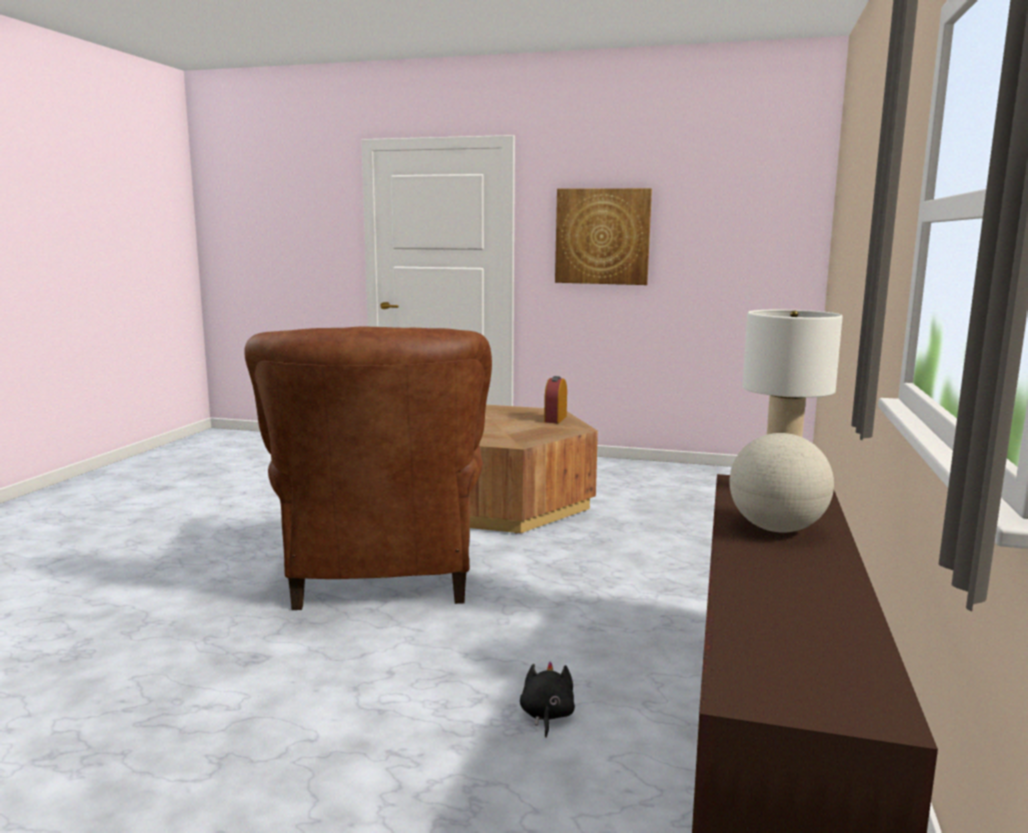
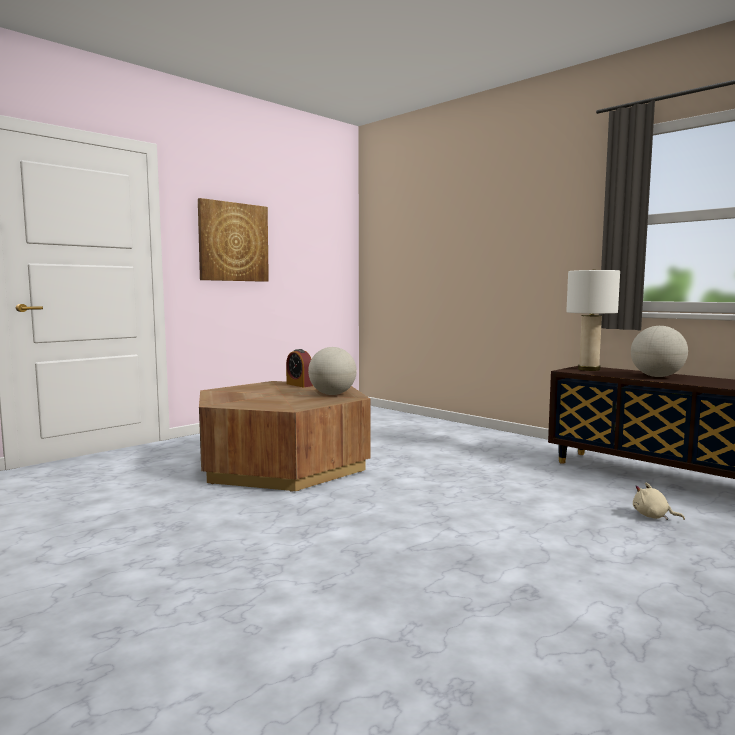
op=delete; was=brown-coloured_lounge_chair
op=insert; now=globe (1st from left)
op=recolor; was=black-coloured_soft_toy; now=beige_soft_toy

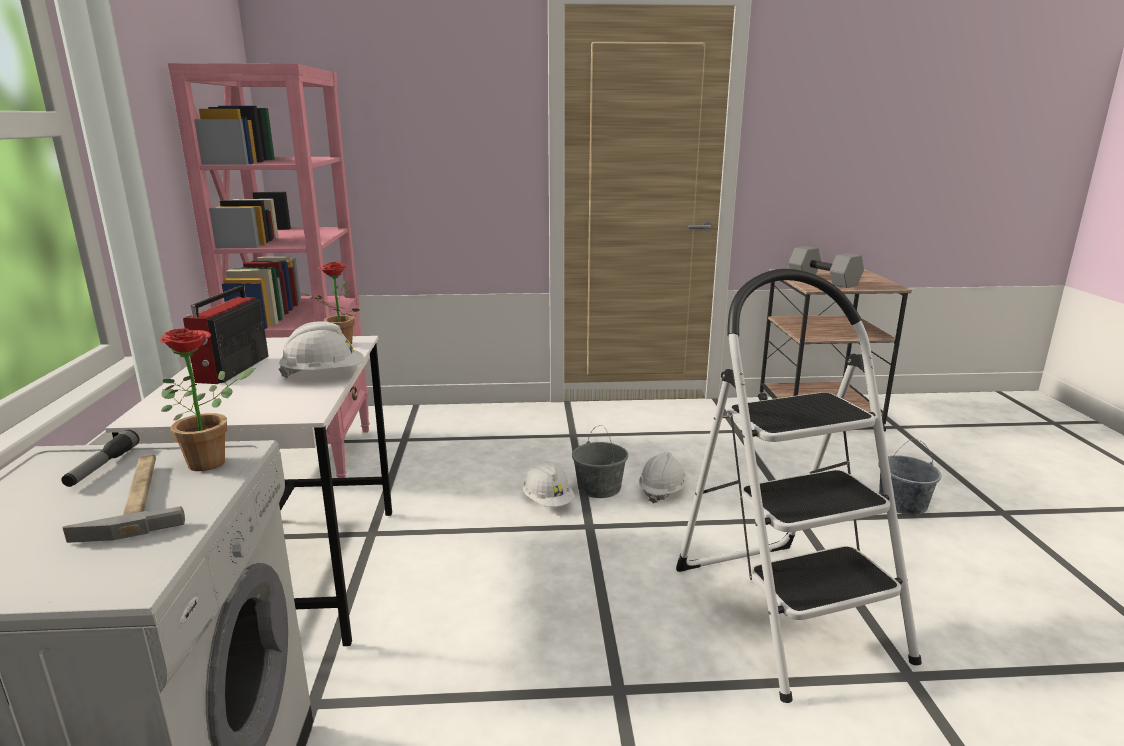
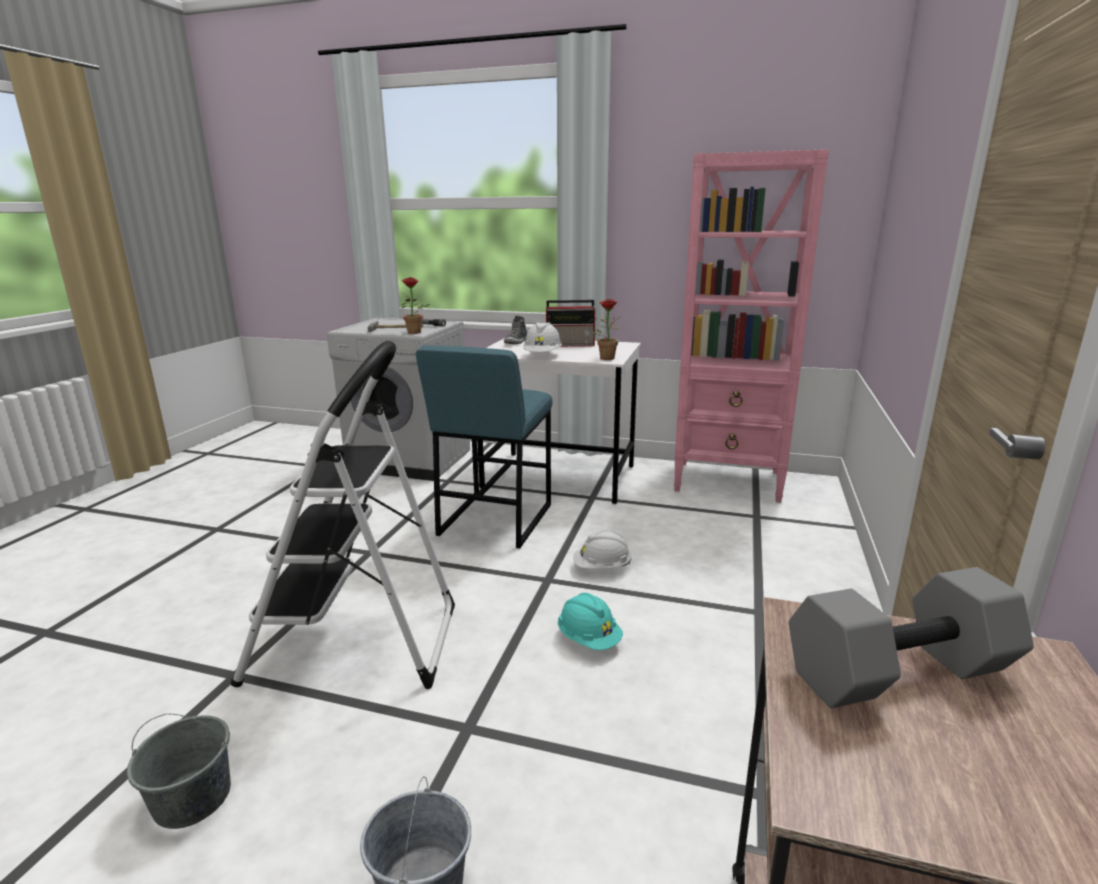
op=insert; now=blue_sitting_stool
op=insert; now=item_of_footwear
op=move; was=greyish_pail (1st from left)
op=recolor; was=white_safety_helmet (3rd from left); now=turquoise_safety_helmet
op=rotate; was=radio_receiver; clockwise=150

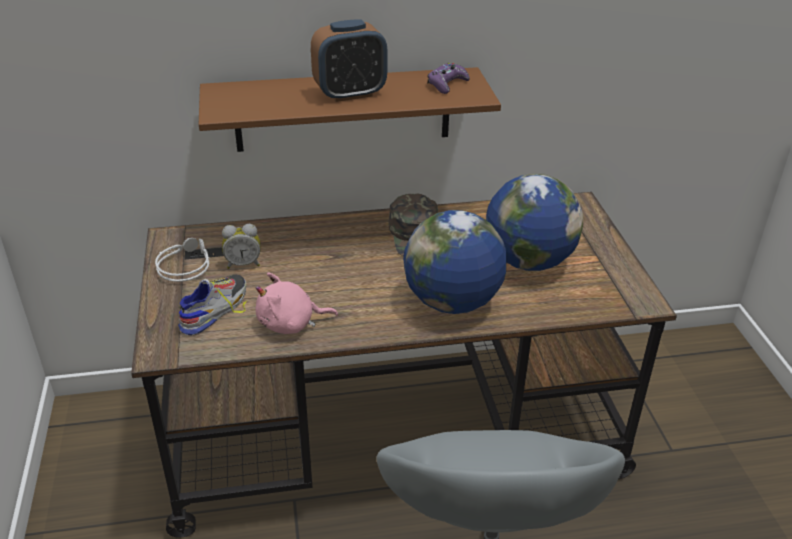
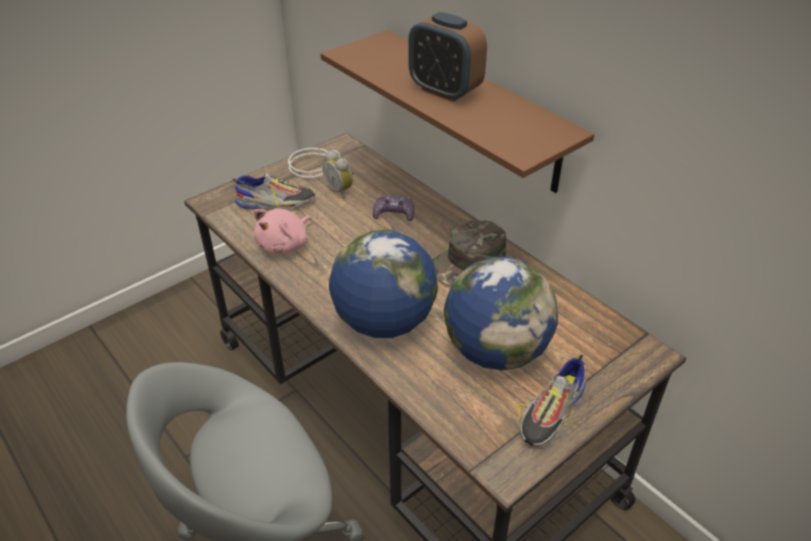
op=insert; now=item_of_footwear (2nd from left)
op=move; was=purple-coloured_gamepad
op=rotate; was=pink_soft_toy; clockwise=-105

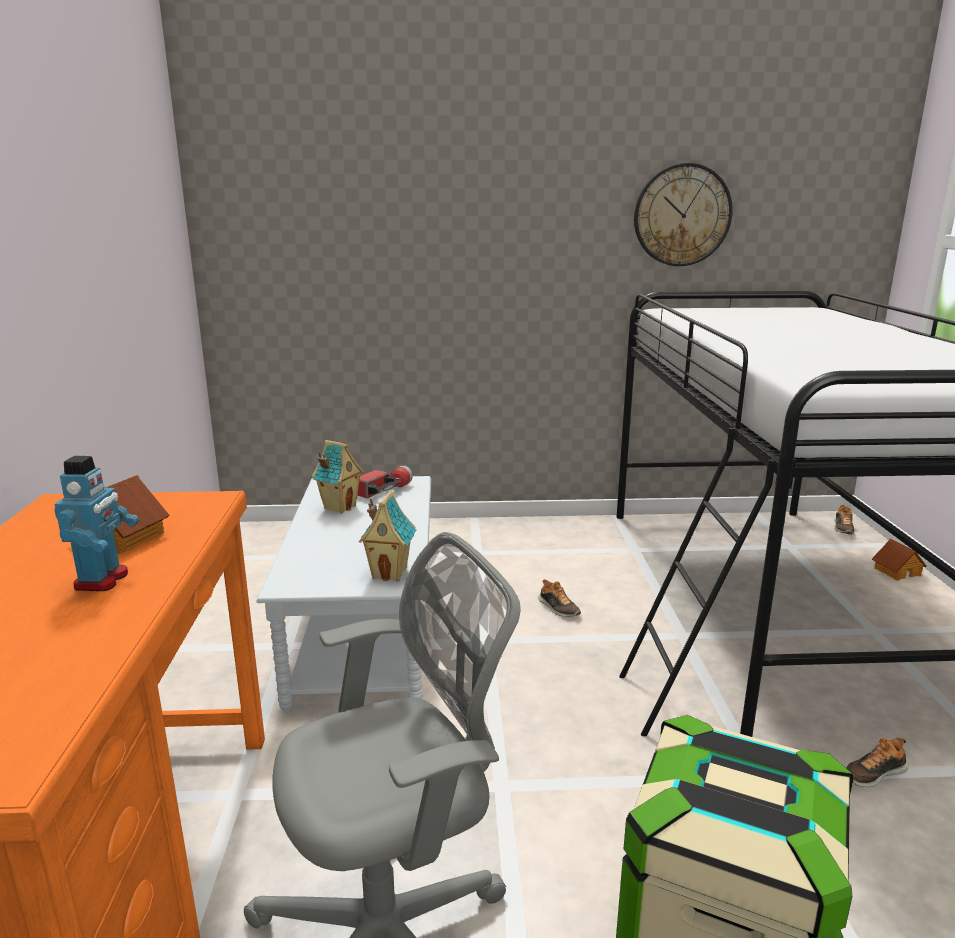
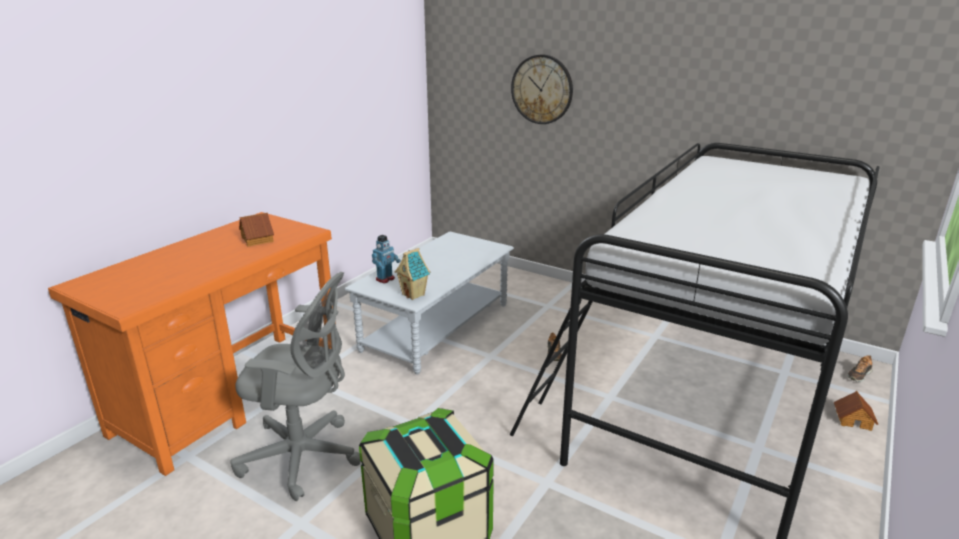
op=delete; was=miniature_house (2nd from left)
op=delete; was=torch
op=delete; was=item_of_footwear (3rd from left)
op=move; was=model_robot
op=move; was=wall_clock

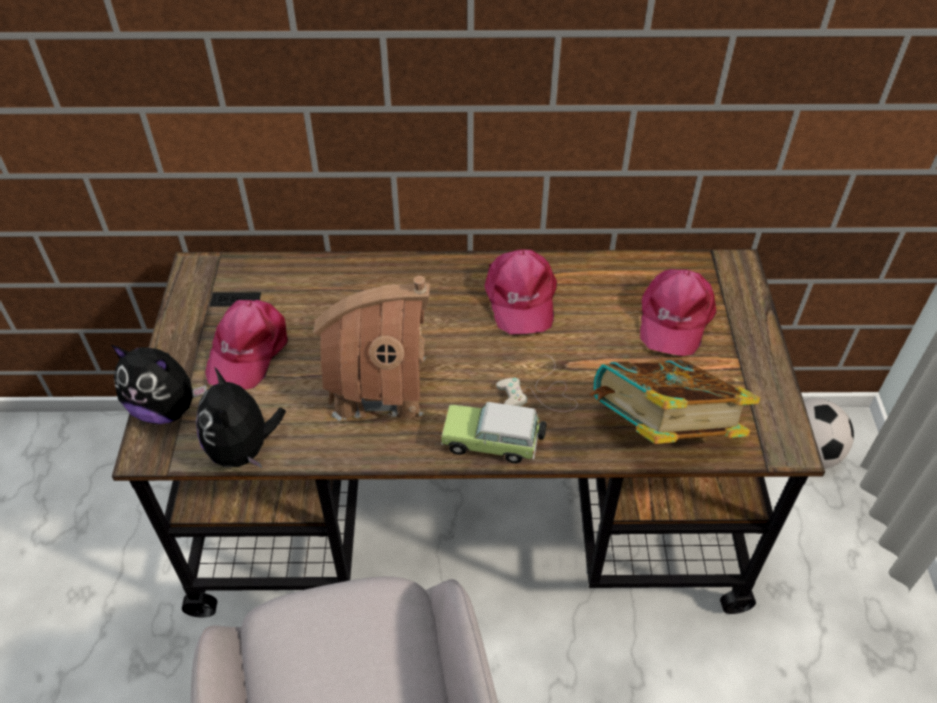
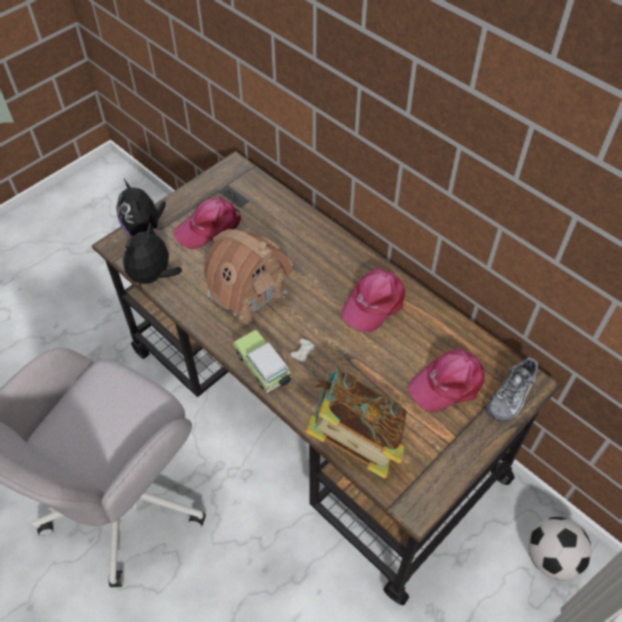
op=insert; now=item_of_footwear

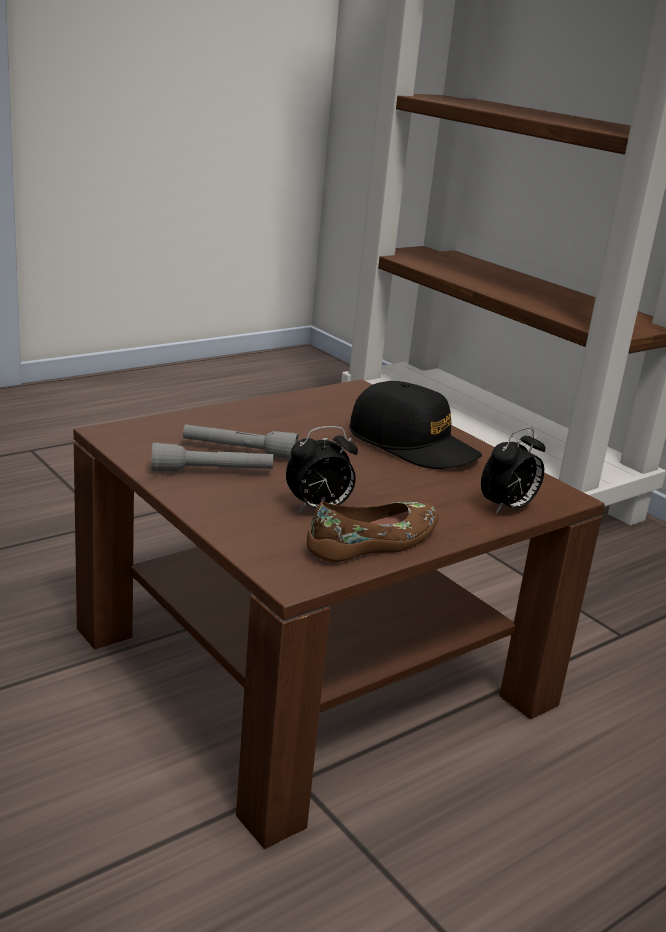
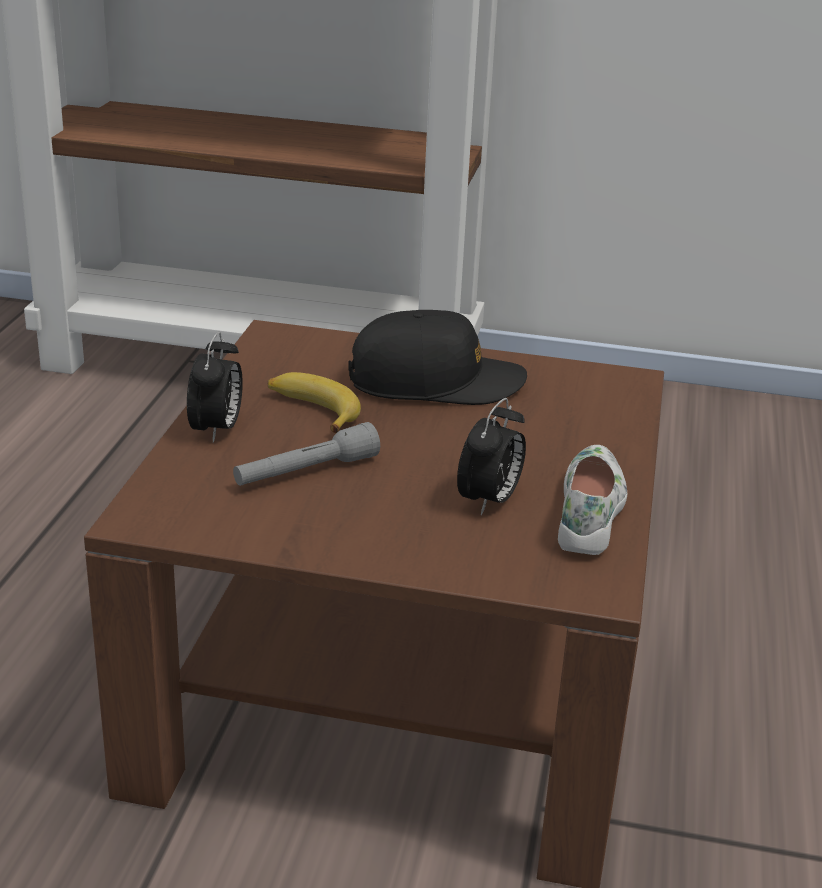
op=delete; was=greyish_torch (1st from left)
op=insert; now=banana
op=move; was=bedside_clock (2nd from left in the first image); now=bedside_clock (1st from left)
op=recolor; was=brown-coloured_item_of_footwear; now=white_item_of_footwear

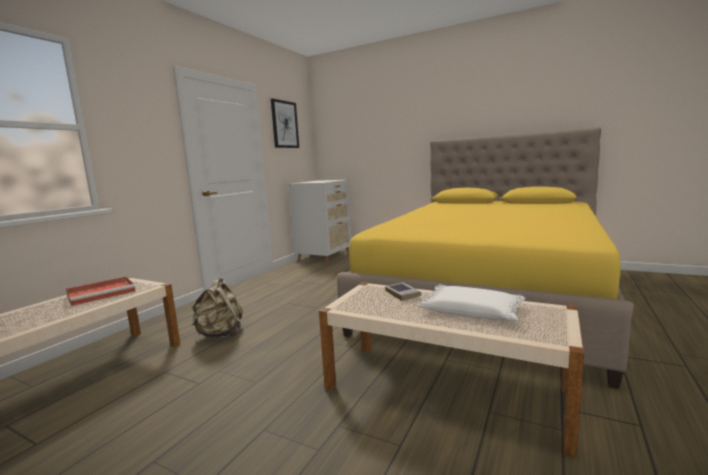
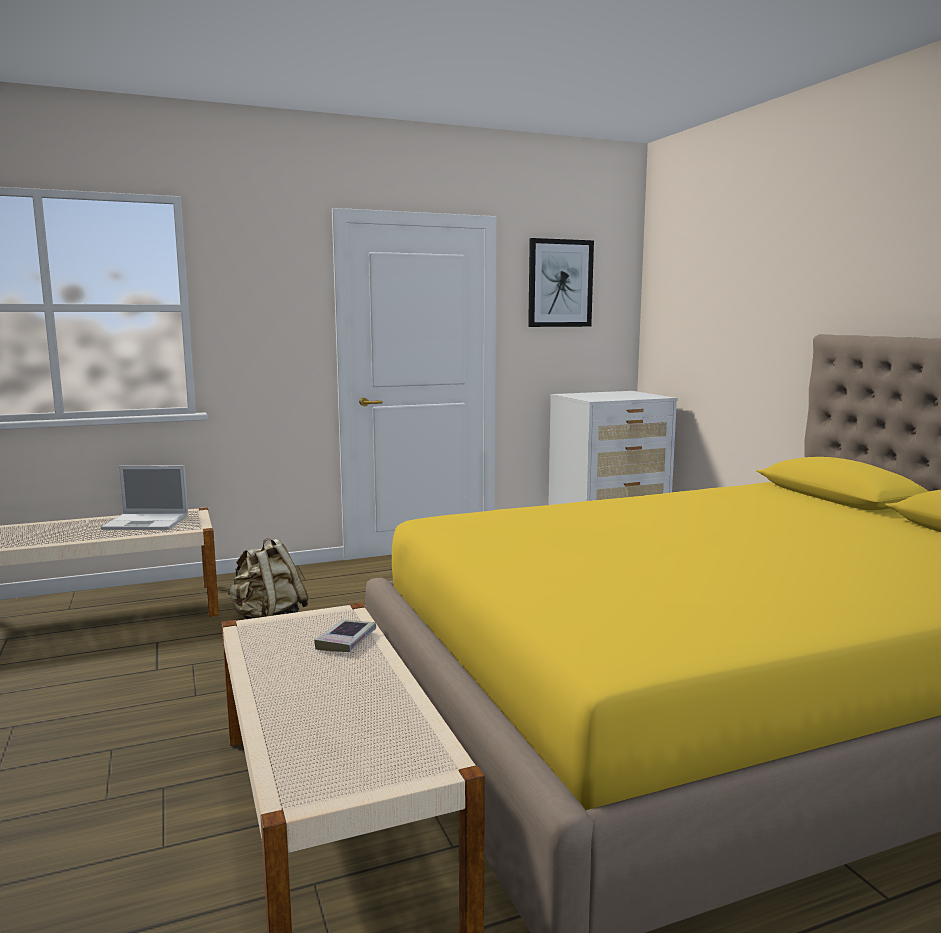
op=delete; was=white_pillow
op=replace; was=red-coloured_tray; now=notebook_computer

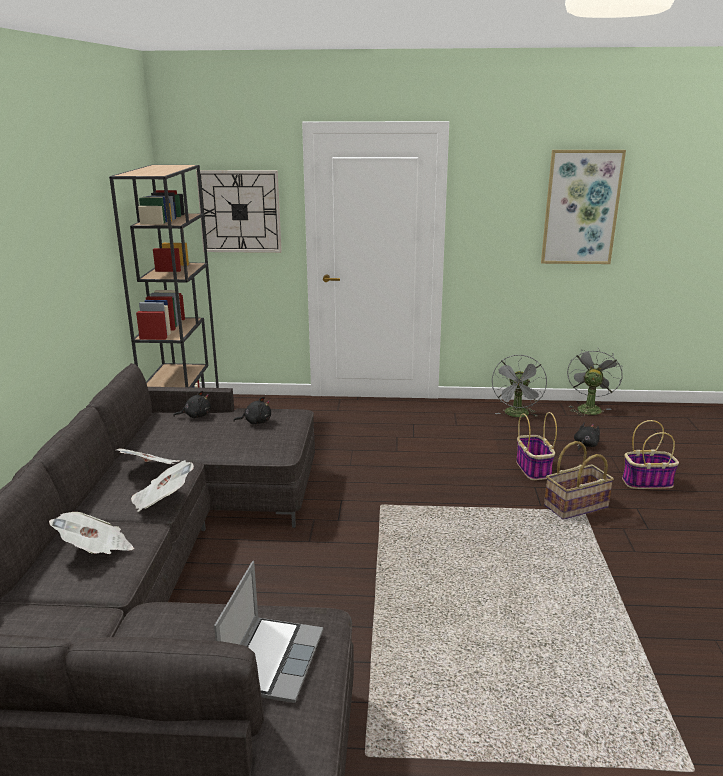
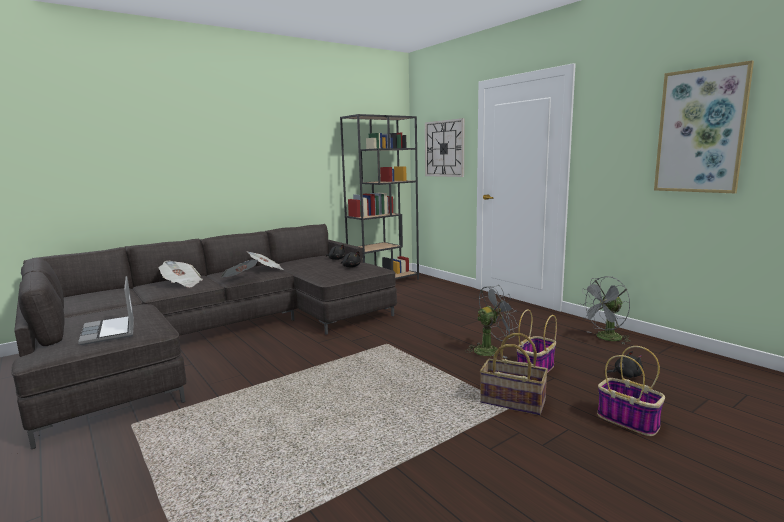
op=move; was=greyish_fan (2nd from left in the first image); now=greyish_fan (1st from left)
op=rotate; was=notebook_computer; clockwise=90

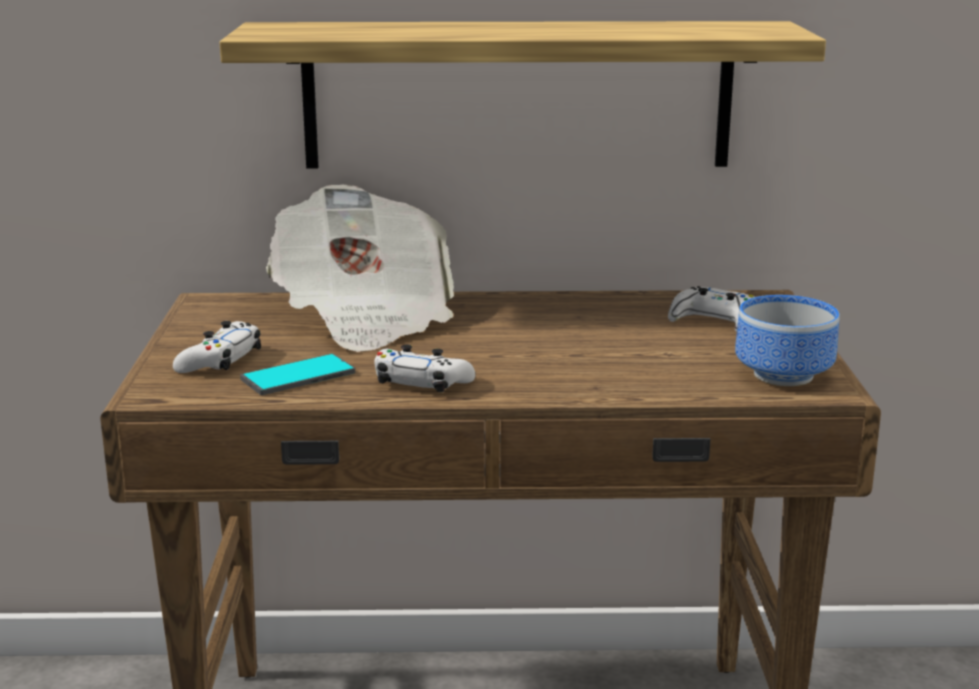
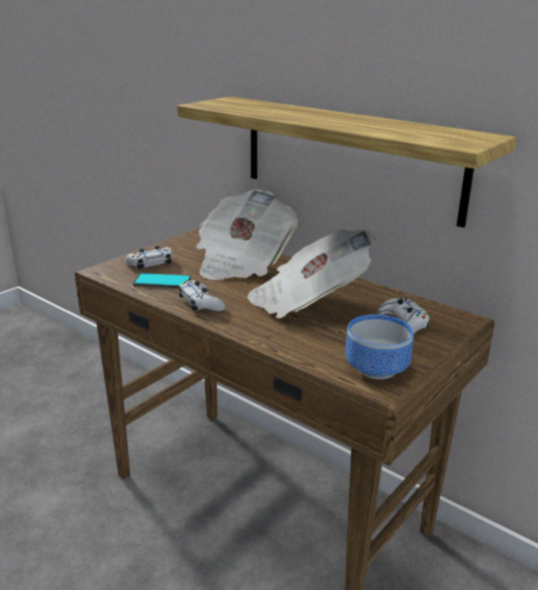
op=insert; now=daily_paper (2nd from left)

